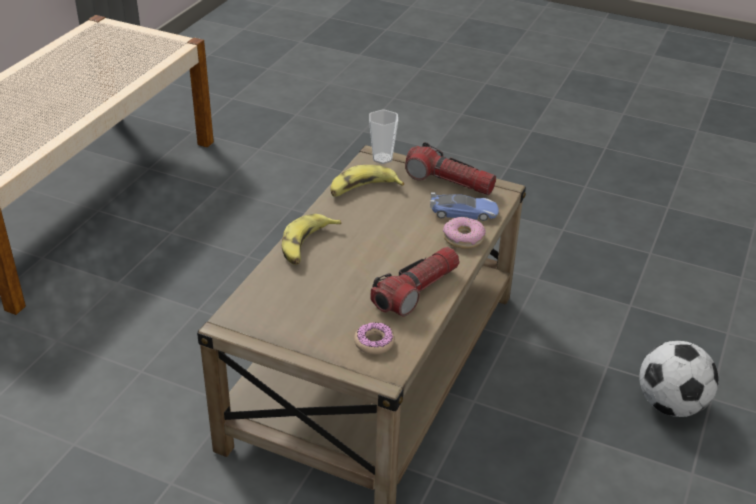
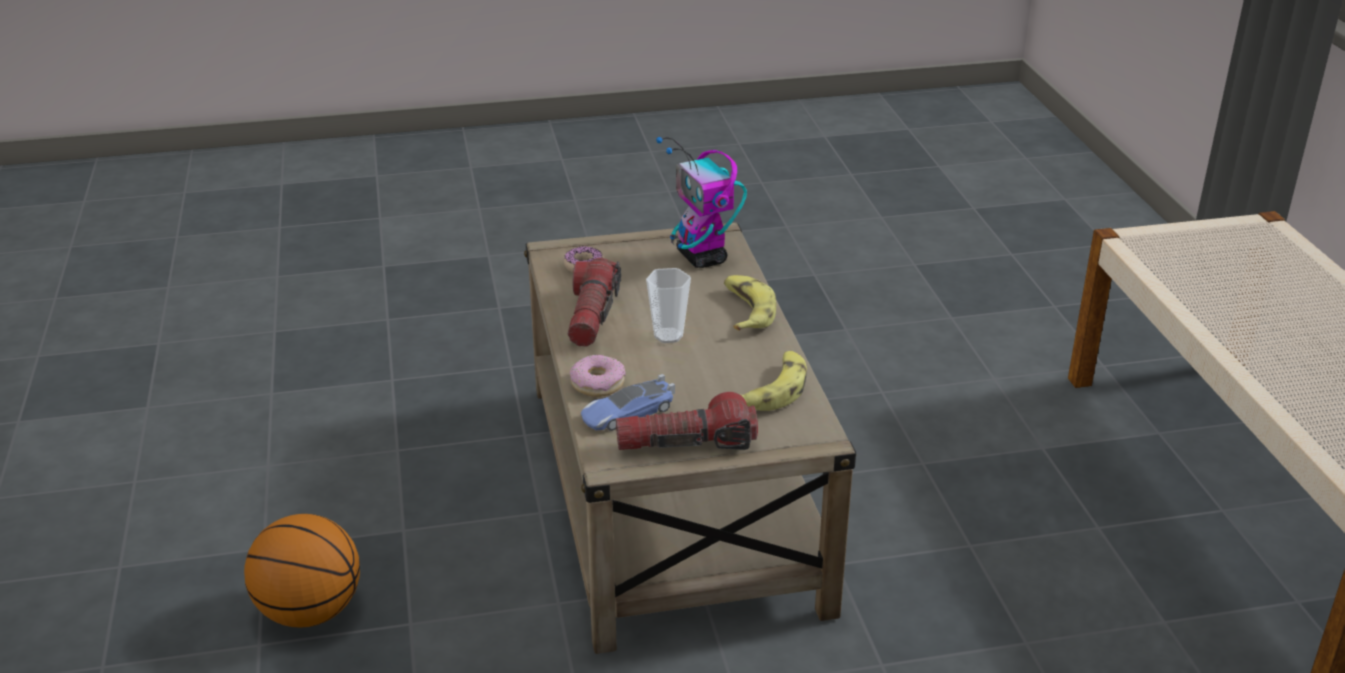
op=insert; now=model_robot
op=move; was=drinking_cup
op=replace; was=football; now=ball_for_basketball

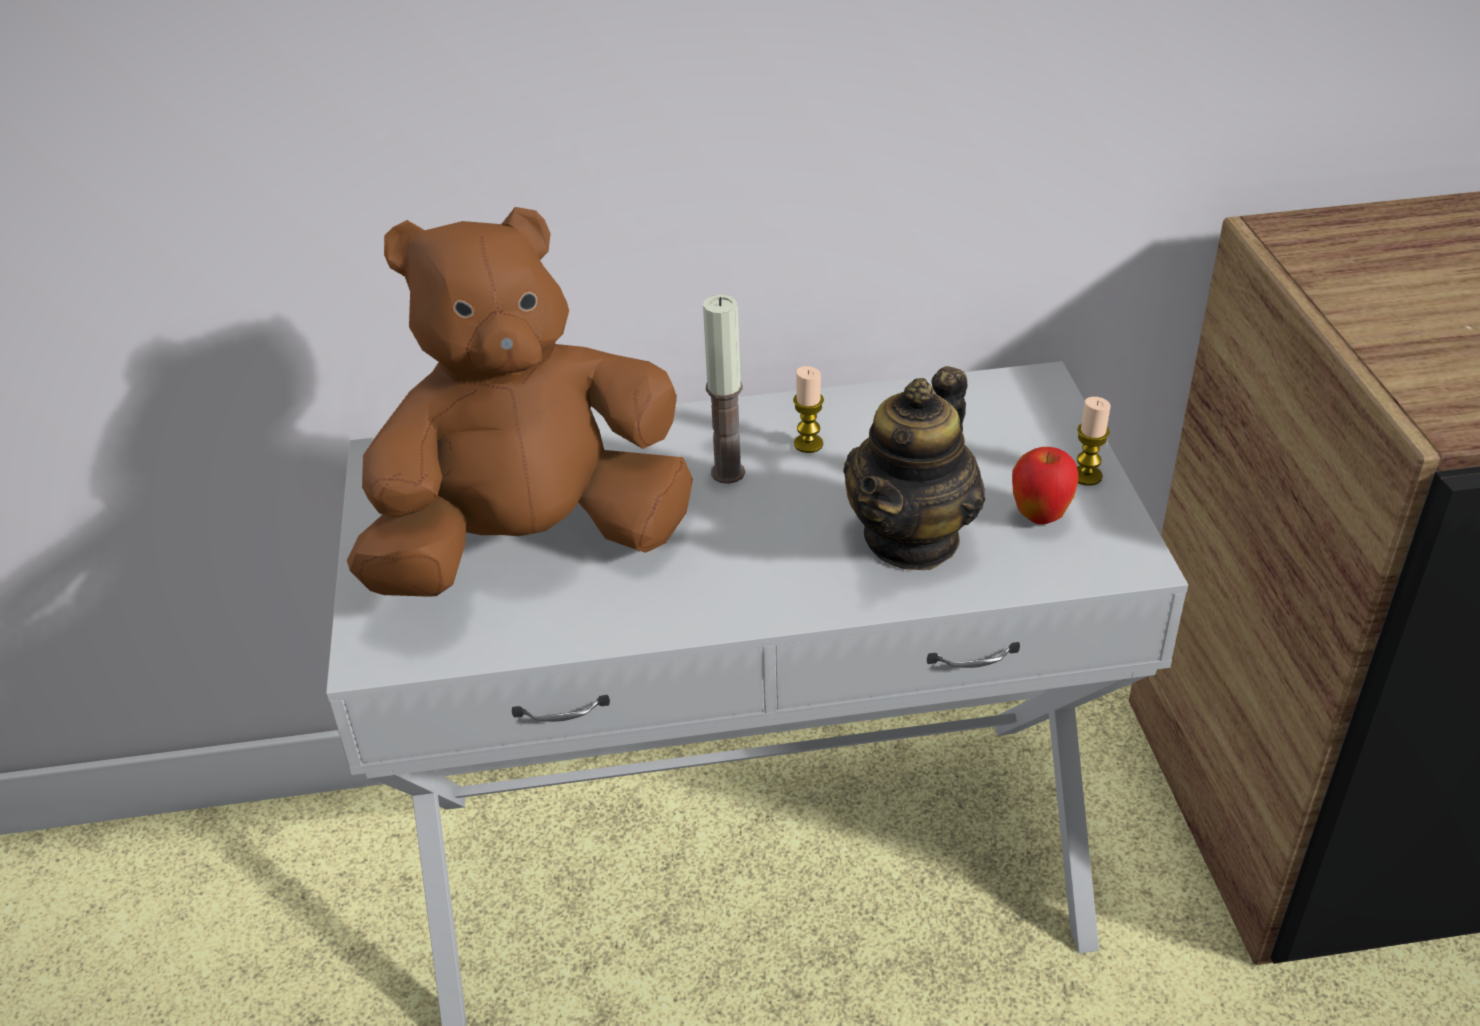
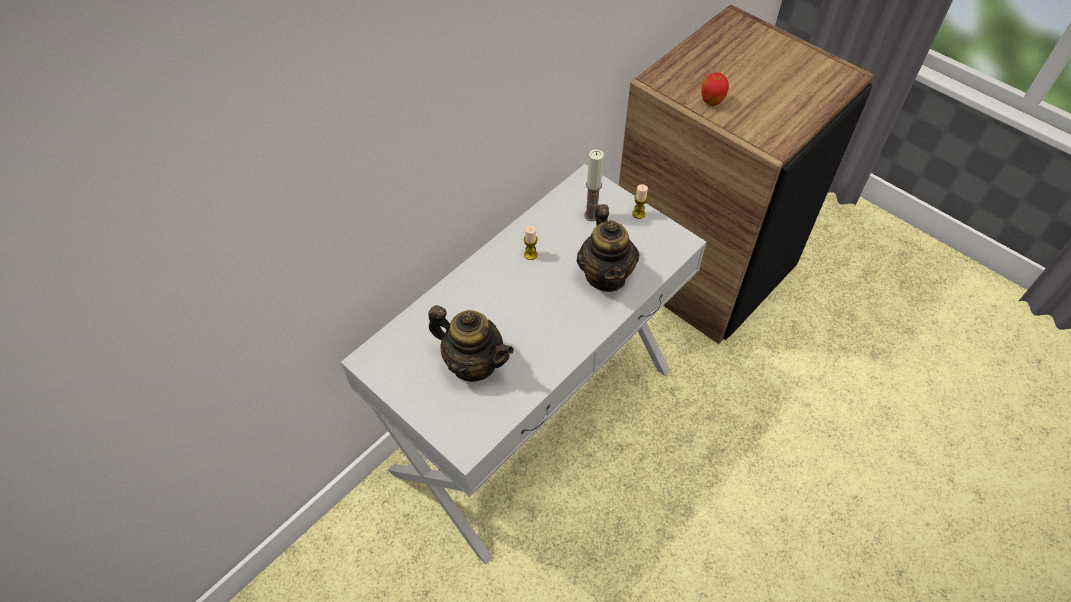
op=move; was=wax_light (1st from left in the first image); now=wax_light (2nd from left)
op=move; was=apple_fruit
op=replace; was=brown-coloured_soft_toy; now=tea_pot (1st from left)

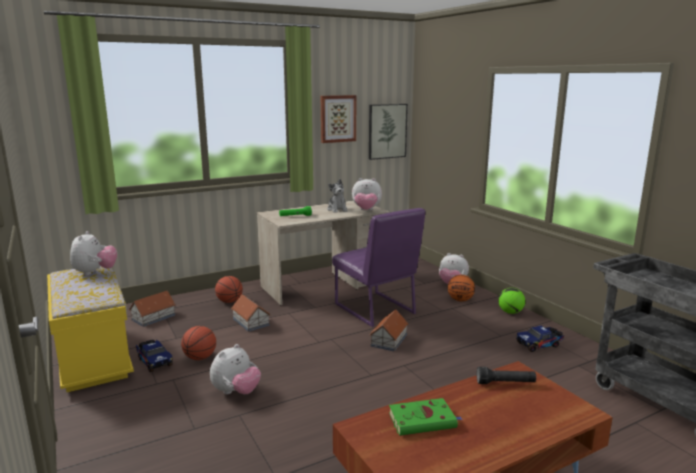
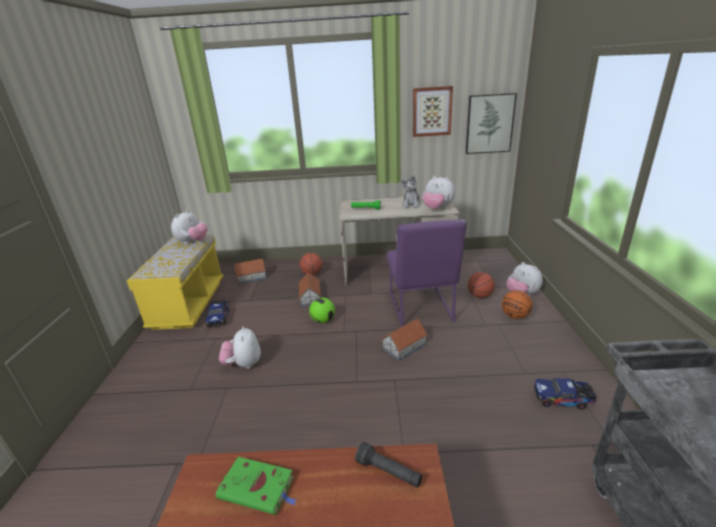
op=move; was=ball_for_basketball (1st from left in the first image); now=ball_for_basketball (2nd from left)
op=move; was=football
op=rotate; was=soft_toy (2nd from left); clockwise=105

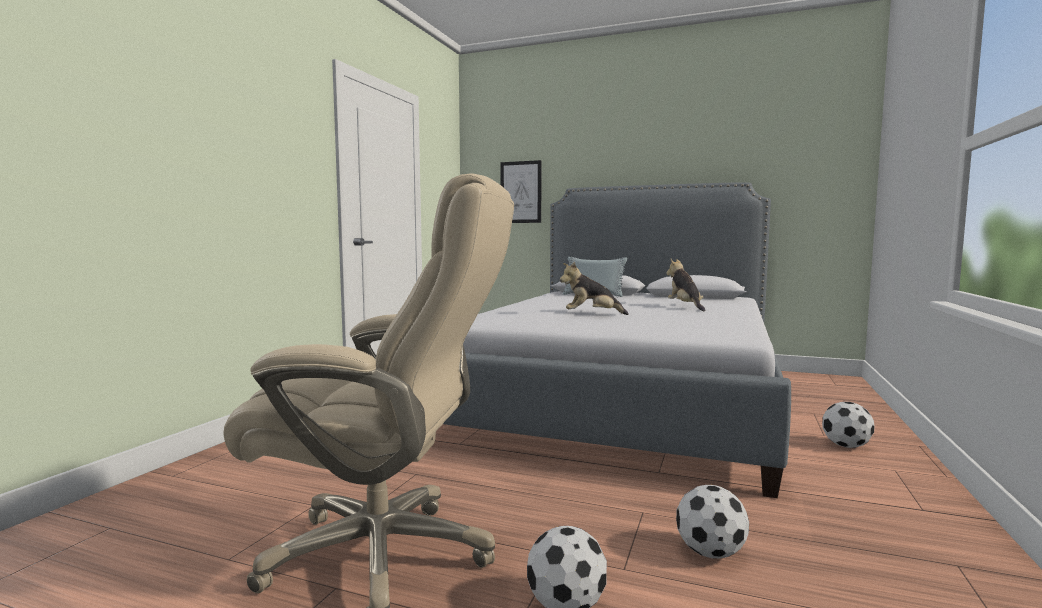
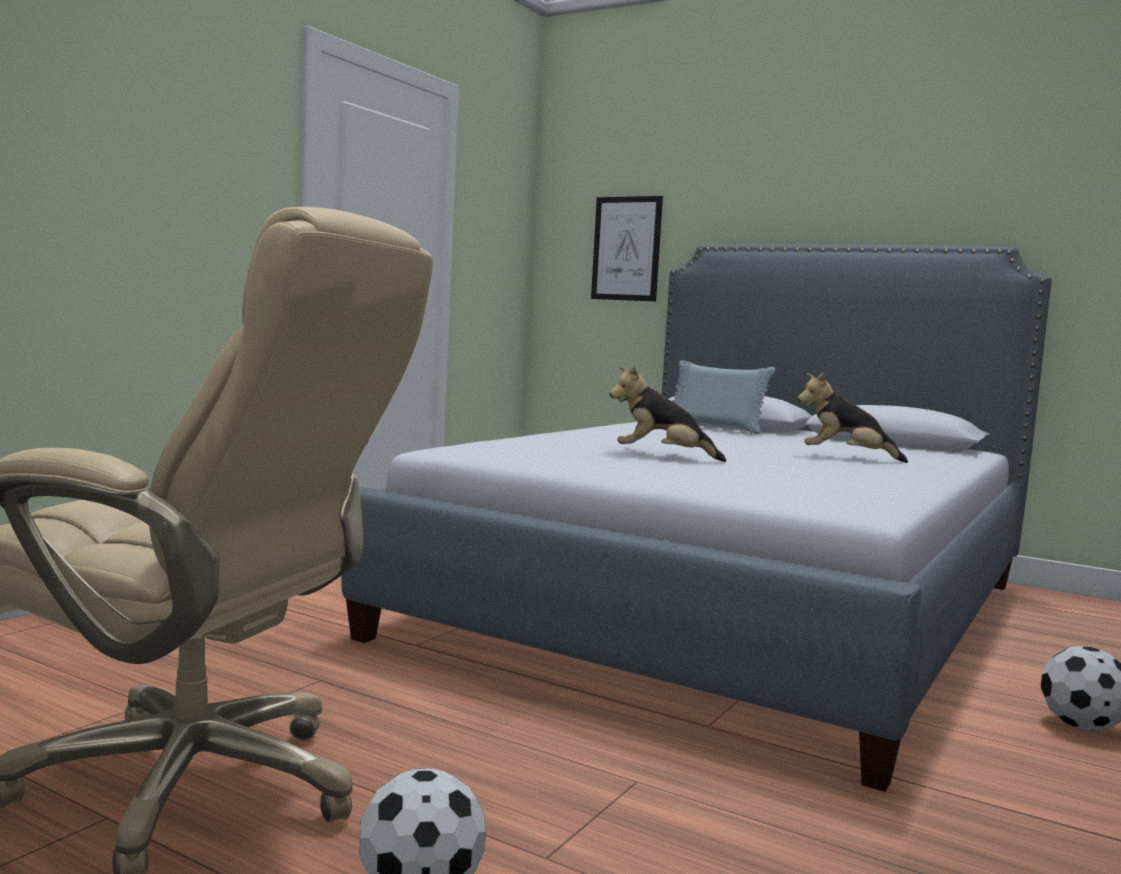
op=delete; was=football (2nd from left)
op=rotate; was=soft_toy (2nd from left); clockwise=-75

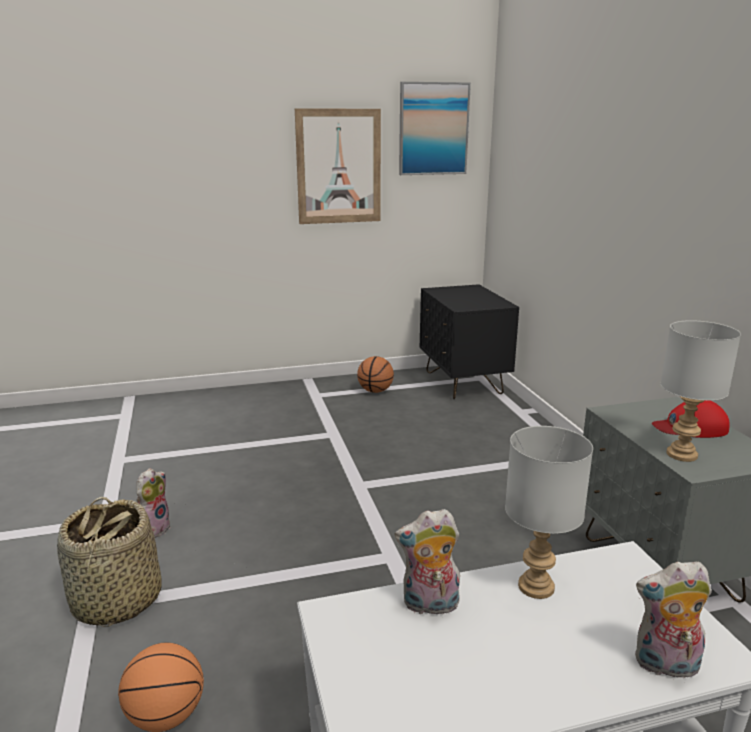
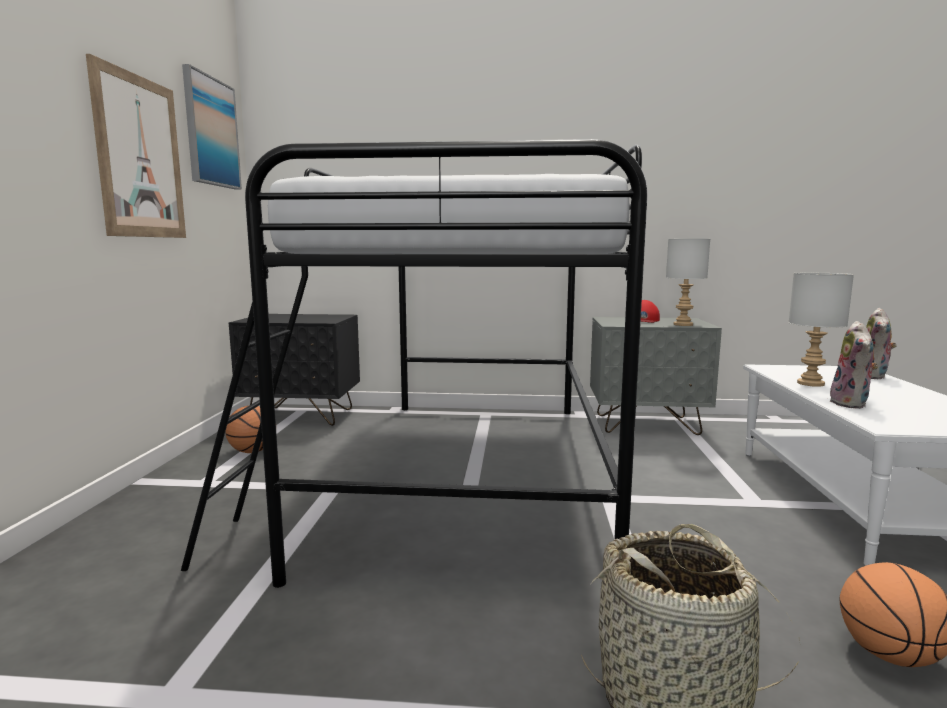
op=delete; was=soft_toy (1st from left)
op=insert; now=black-coloured_bed

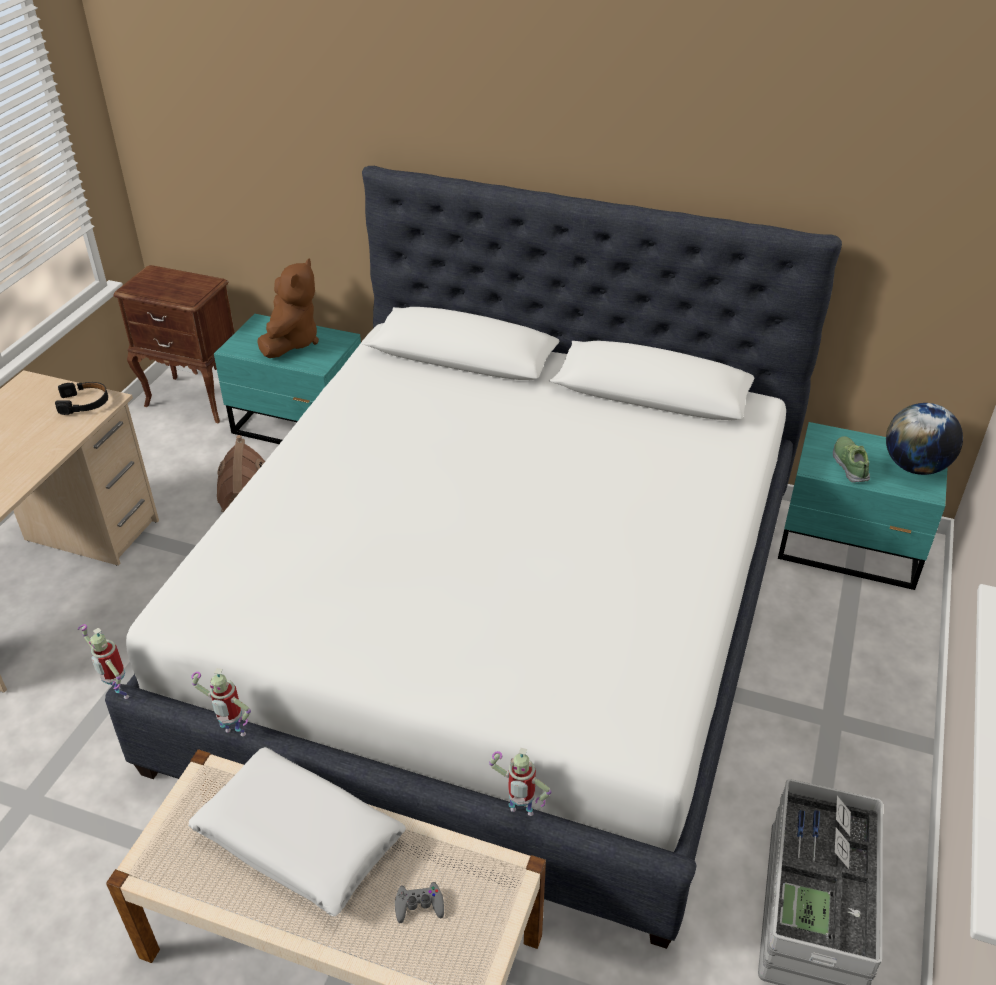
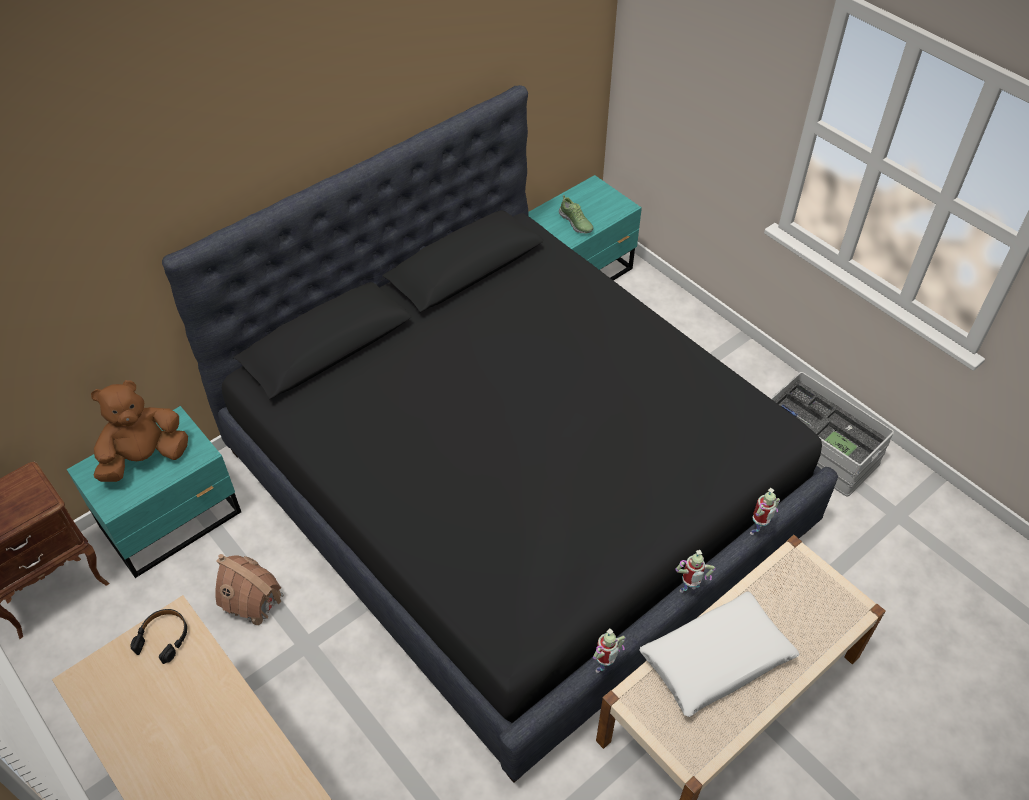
op=delete; was=greyish_gamepad
op=delete; was=globe
op=move; was=model_robot (1st from left in the first image); now=model_robot (2nd from left)
op=recolor; was=white_bed; now=black-coloured_bed
op=rotate; was=brown-coloured_soft_toy; clockwise=-75
op=rotate; was=item_of_footwear; clockwise=-150

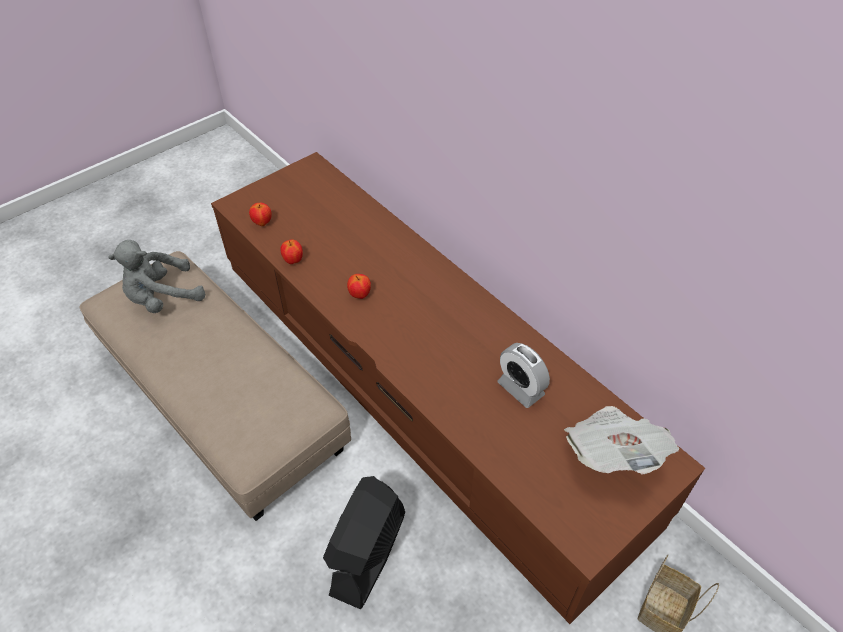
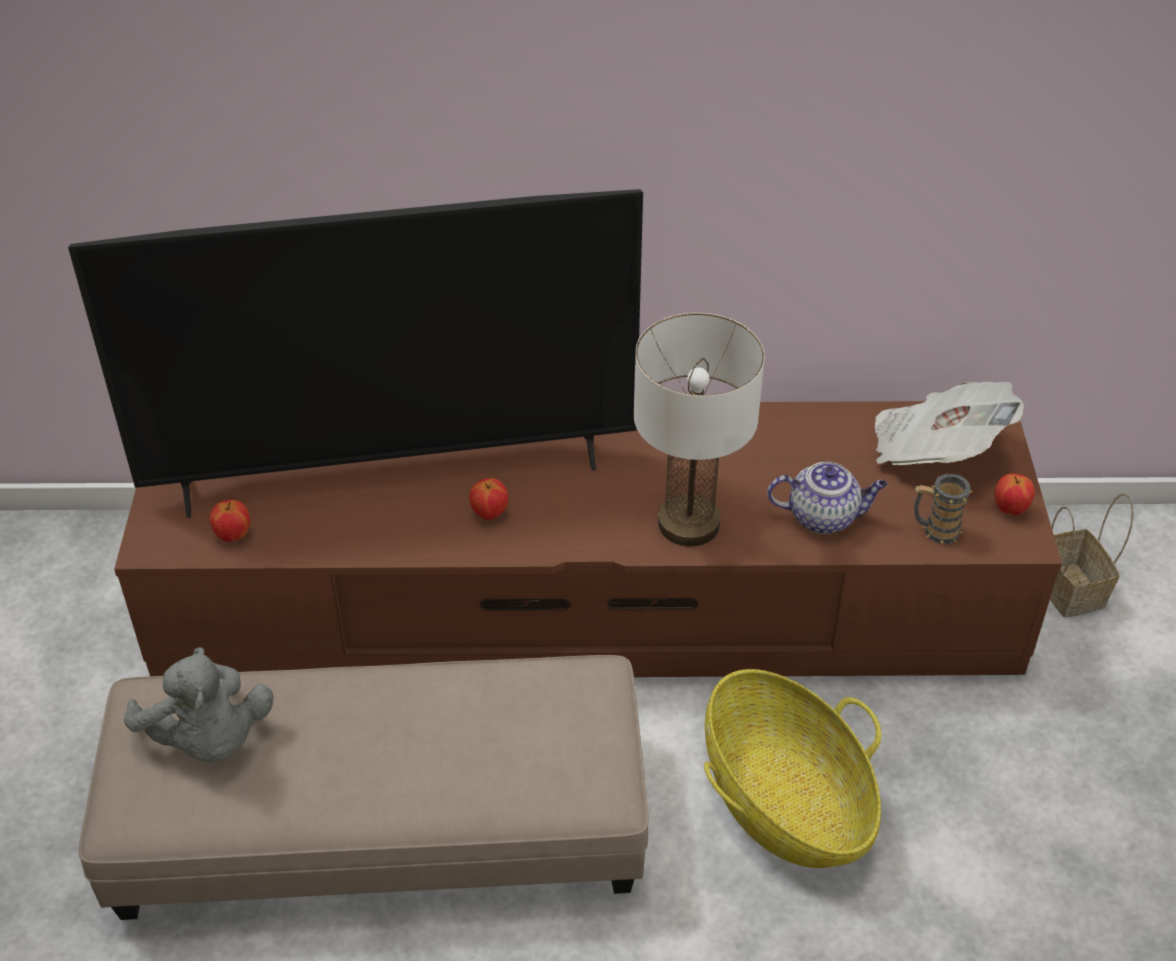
op=delete; was=bedside_clock
op=insert; now=TV_set
op=insert; now=lamp_for_a_table
op=insert; now=tea_pot
op=insert; now=coffee_mug
op=move; was=apple_fruit (2nd from left in the first image); now=apple_fruit (3rd from left)
op=replace; was=black-coloured_fan; now=storage_basket (1st from left)
op=rotate; was=greyish_soft_toy; clockwise=-45

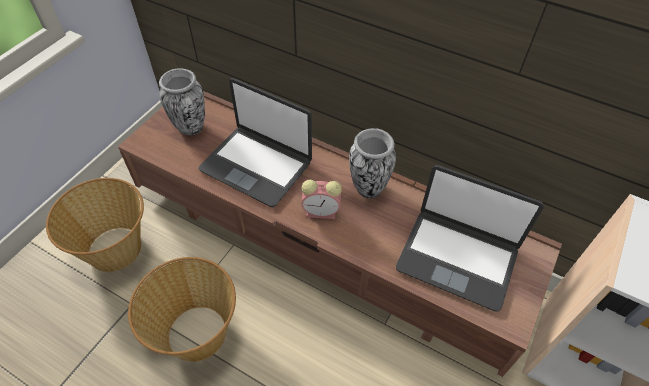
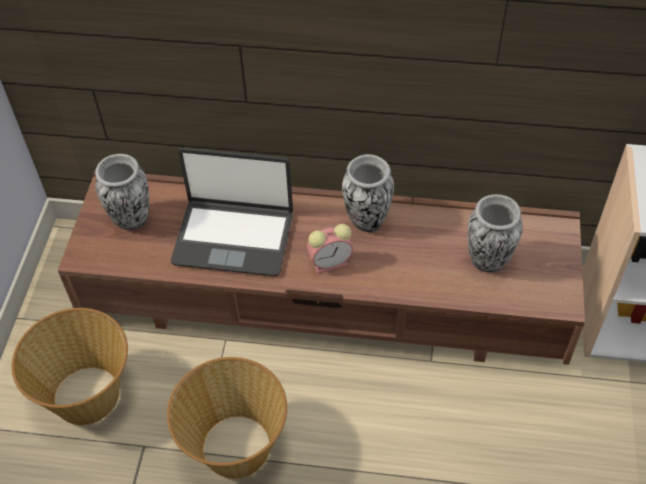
op=replace; was=notebook_computer (2nd from left); now=decorative_vase (3rd from left)

